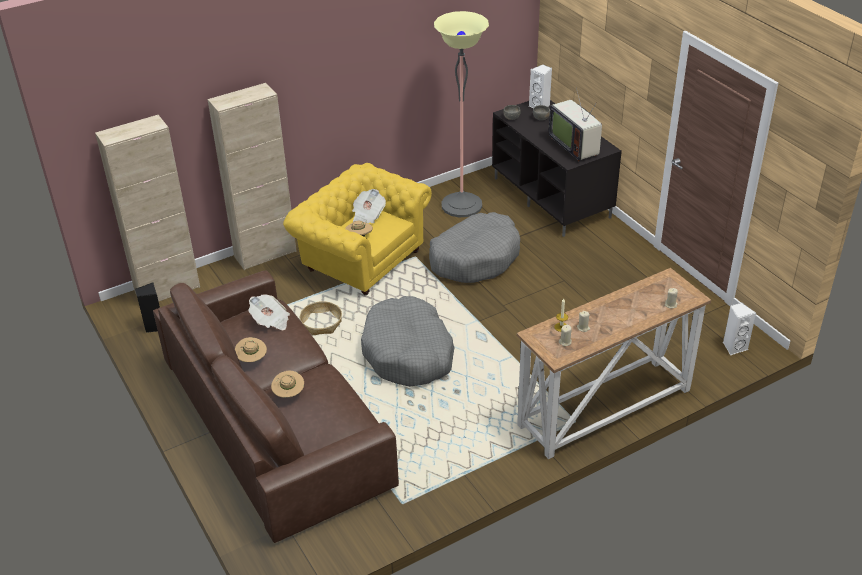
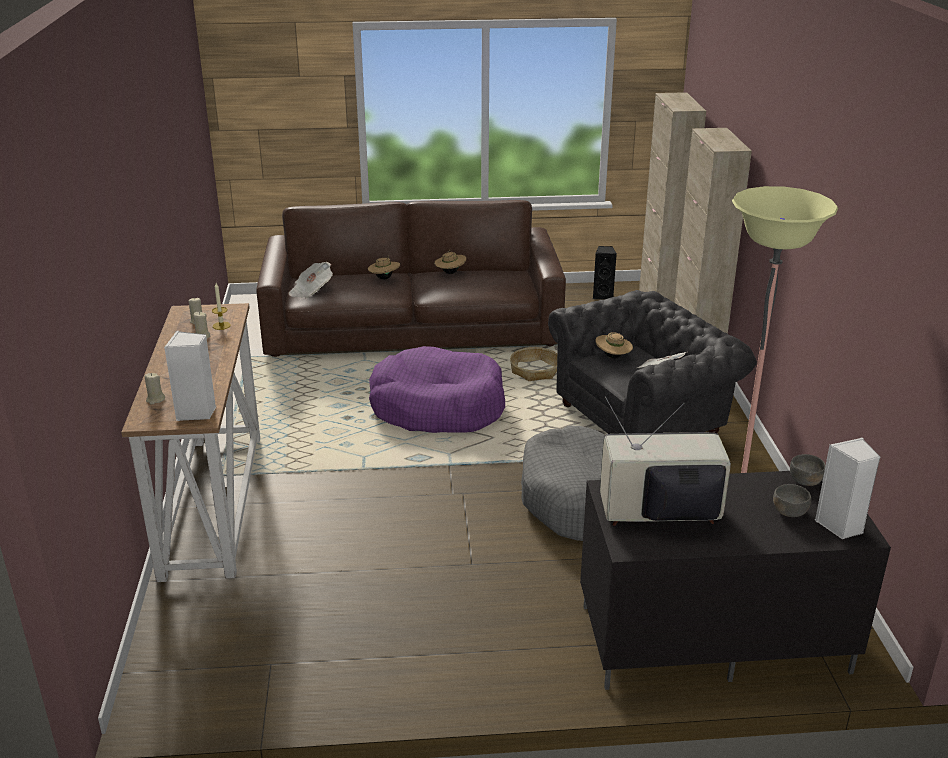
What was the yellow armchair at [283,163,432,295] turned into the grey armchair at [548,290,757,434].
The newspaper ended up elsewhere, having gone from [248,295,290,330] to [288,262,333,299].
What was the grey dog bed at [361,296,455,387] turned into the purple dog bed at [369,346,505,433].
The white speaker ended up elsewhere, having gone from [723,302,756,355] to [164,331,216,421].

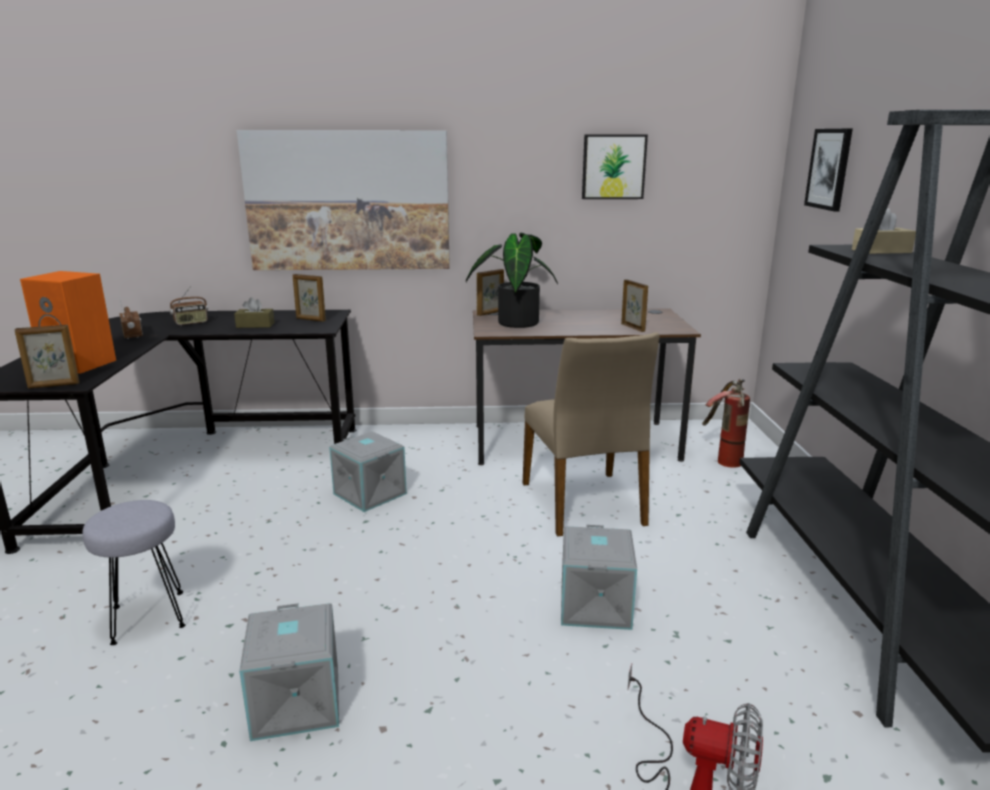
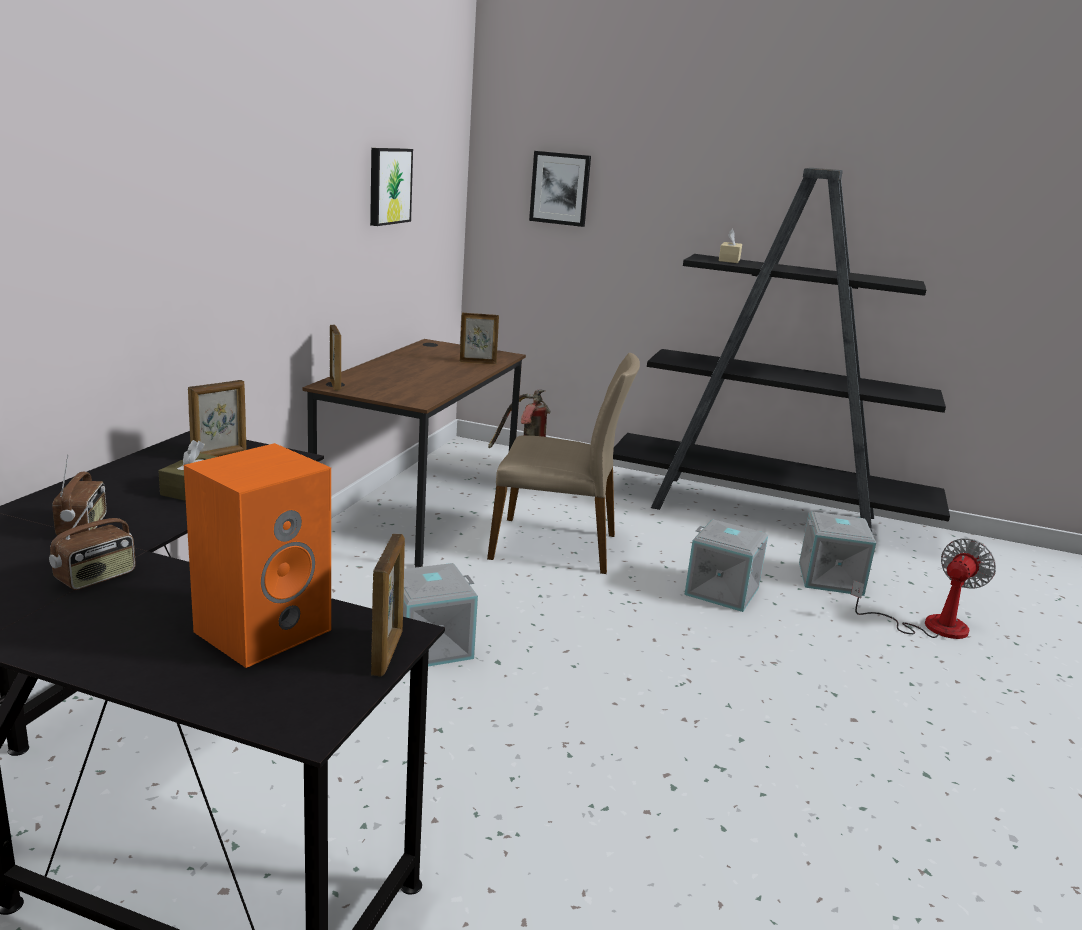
The second view lost the picture at [237,130,450,270].
The second view lost the potted plant at [466,233,558,328].
The radio at [119,299,143,339] ended up facing another way, 135 degrees clockwise from before.
The second view lost the grey stool at [82,500,186,645].
The grey storage box ended up elsewhere, having gone from [239,603,339,741] to [799,512,877,596].

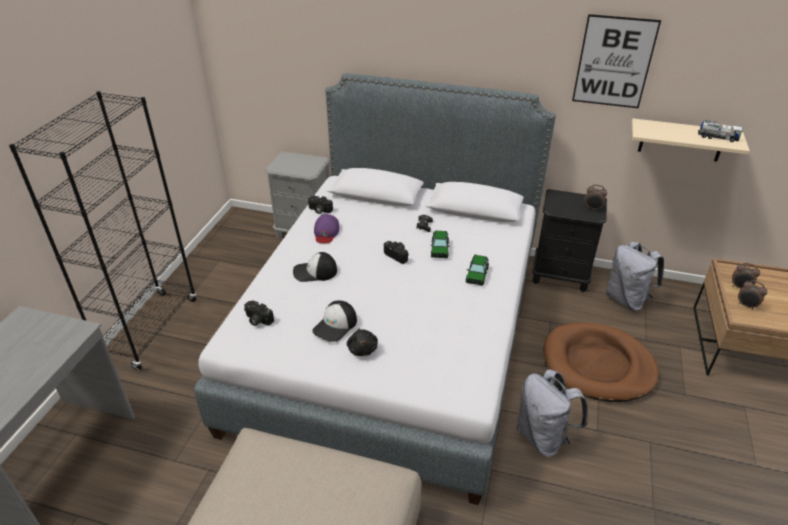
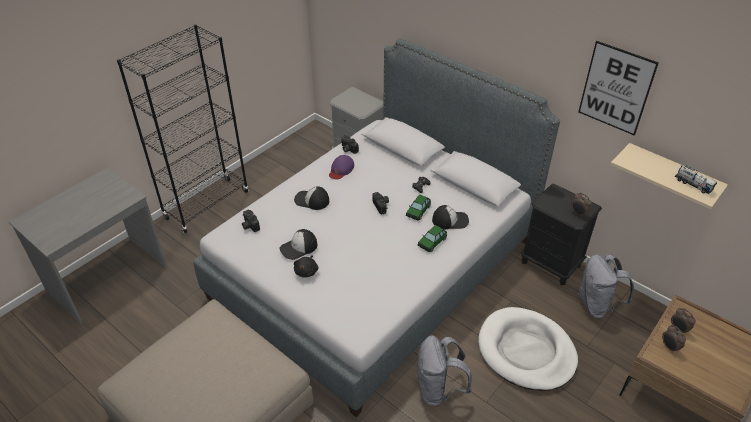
What was the brown dog bed at [544,323,659,402] turned into the white dog bed at [478,307,578,391].
The second view gained the cap at [432,205,469,229].

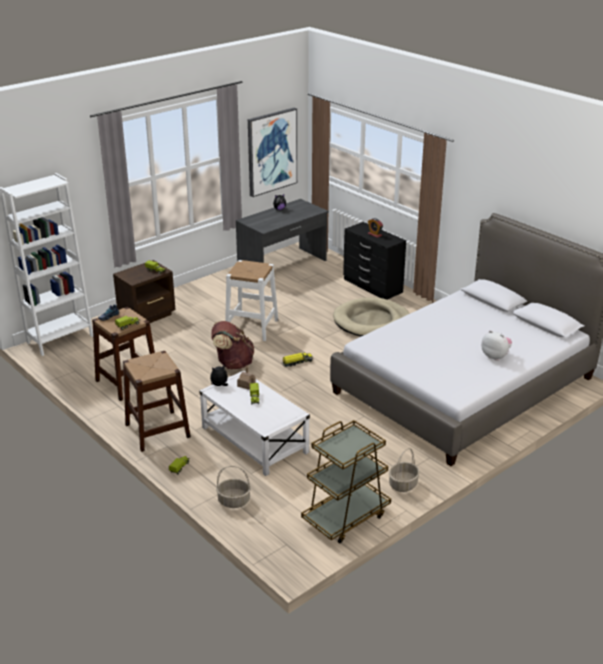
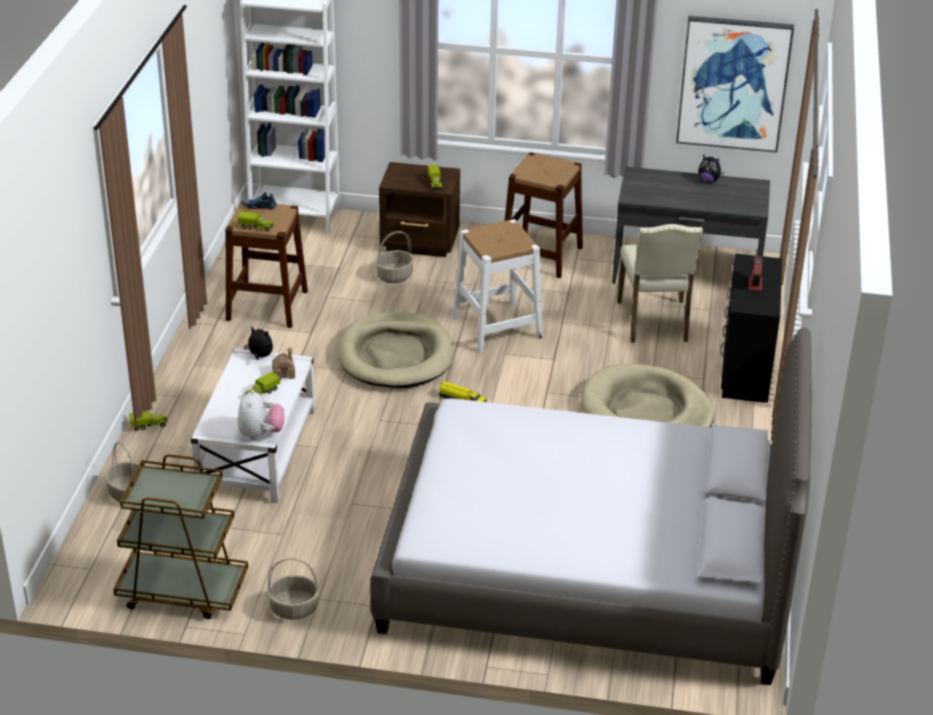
Where the brown backpack stood at [211,321,254,369], the beige dog bed came to stand at [338,312,454,388].
The plush toy ended up elsewhere, having gone from [481,330,512,361] to [237,389,285,440].
The brown stool ended up elsewhere, having gone from [123,351,191,452] to [504,152,583,278].
The second view gained the beige chair at [617,224,703,343].
The second view gained the basket at [375,231,414,283].

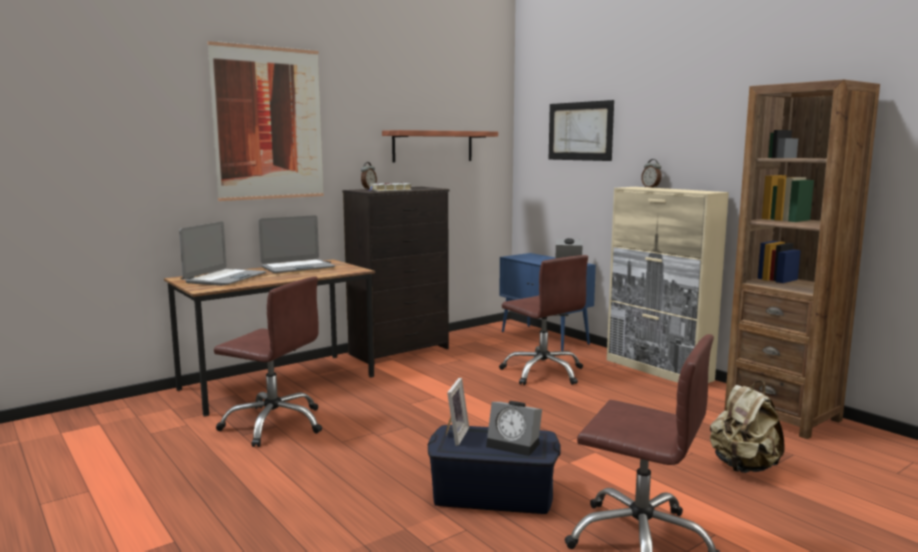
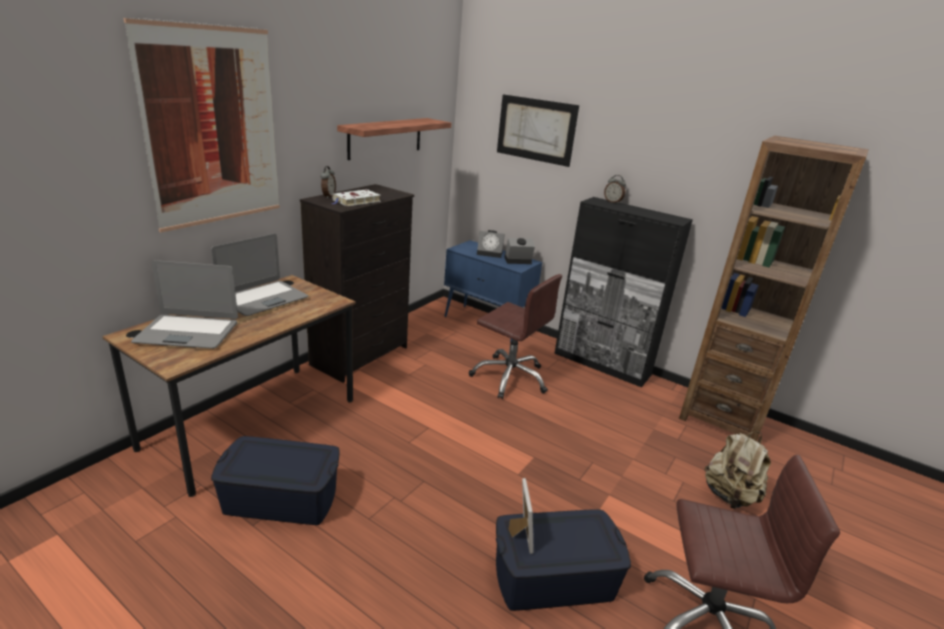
What was the beige cabinet at [607,187,729,383] turned into the black cabinet at [554,197,693,387].
The laptop at [179,222,266,286] ended up facing another way, 90 degrees clockwise from before.
Where the brown office chair stood at [214,276,322,447], the blue storage box came to stand at [211,436,340,525].
The alarm clock ended up elsewhere, having gone from [486,401,542,456] to [477,230,505,258].

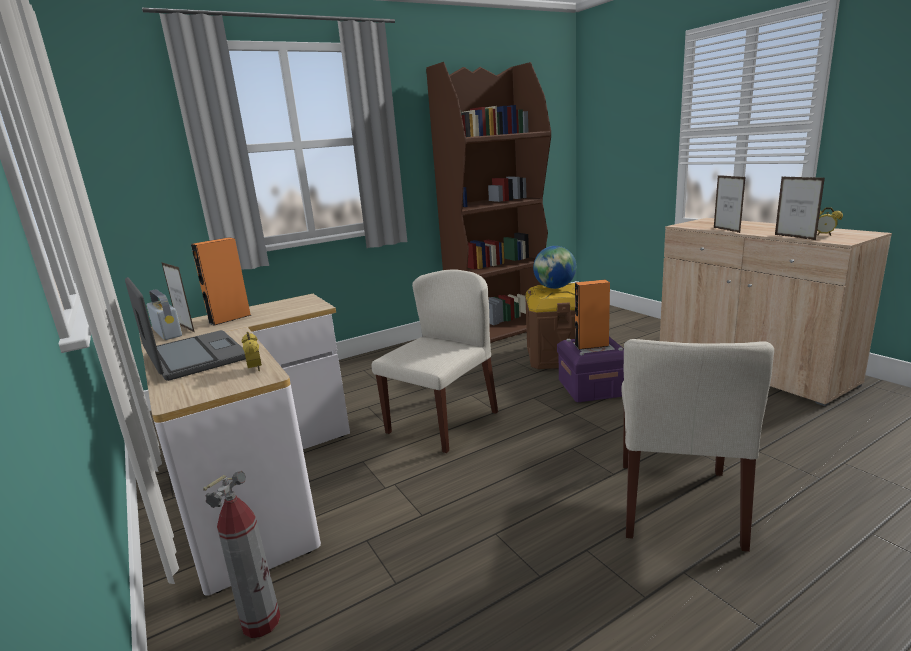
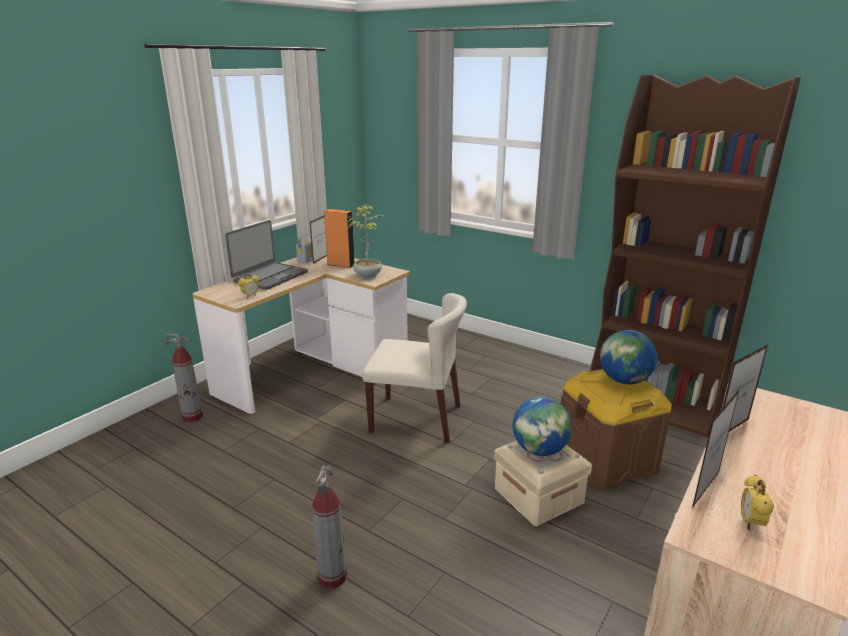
Where the orange speaker stood at [575,280,610,350], the globe came to stand at [512,396,572,456].
What was the purple storage box at [557,337,624,403] turned into the beige storage box at [494,441,592,526].
Where the beige chair stood at [622,339,774,552], the fire extinguisher came to stand at [312,465,347,589].
The second view gained the potted plant at [346,204,384,278].

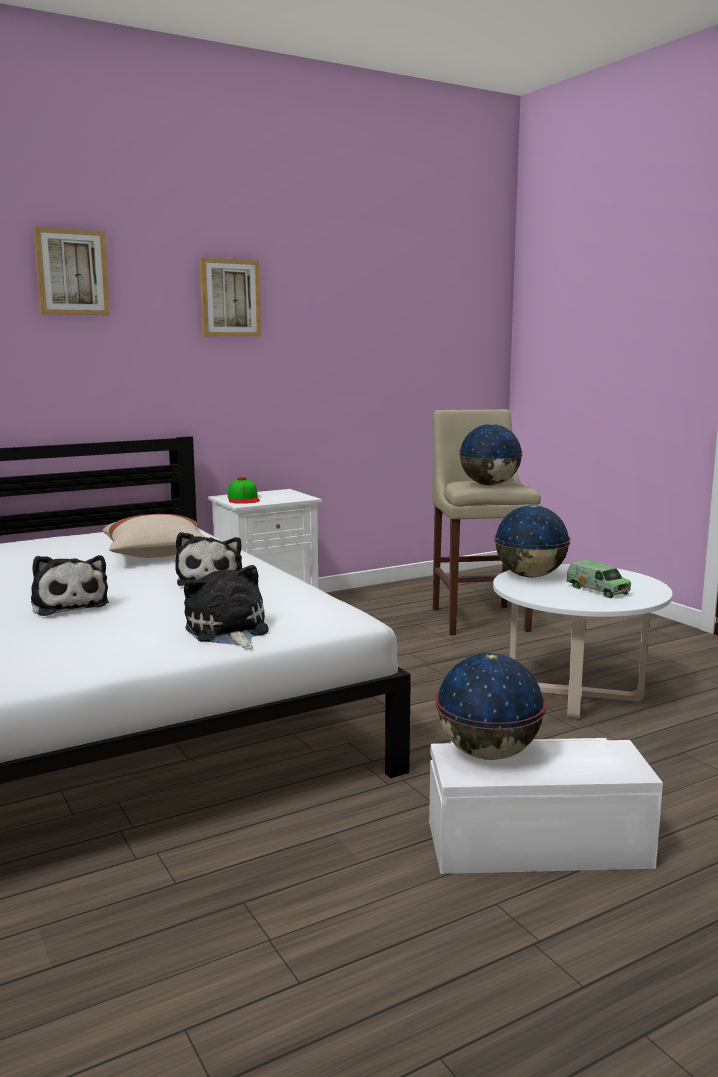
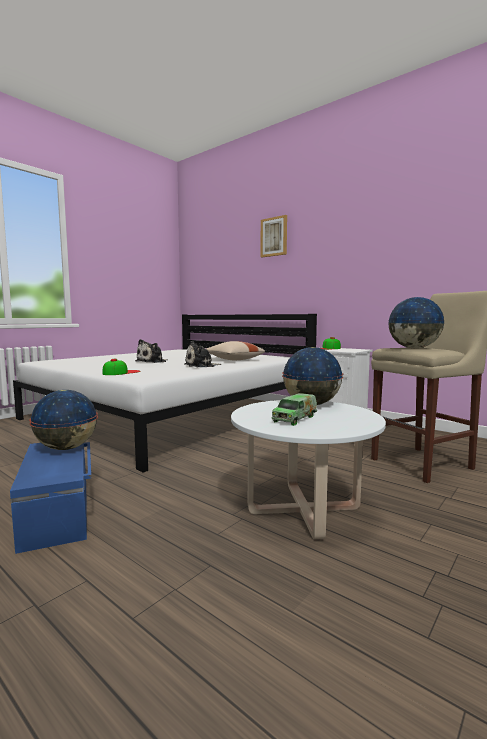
The second view lost the picture at [199,258,261,337].
Where the plush toy stood at [184,565,269,649], the cap came to stand at [102,359,141,375].
What was the white storage box at [429,738,663,874] turned into the blue storage box at [10,442,91,554].

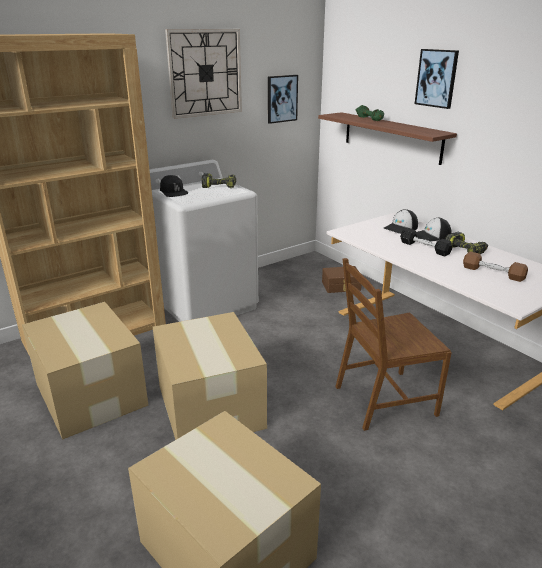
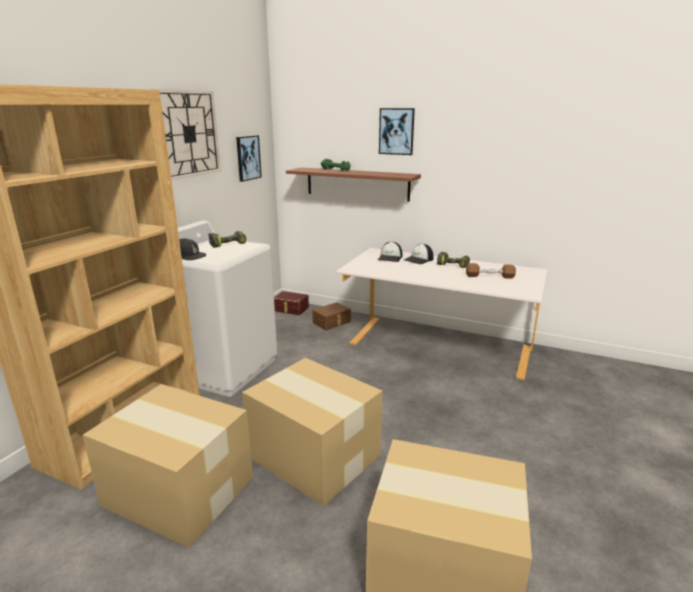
The second view lost the black dumbbell at [400,228,452,256].
The second view lost the brown chair at [335,258,452,431].
The second view gained the brown storage box at [274,291,309,315].

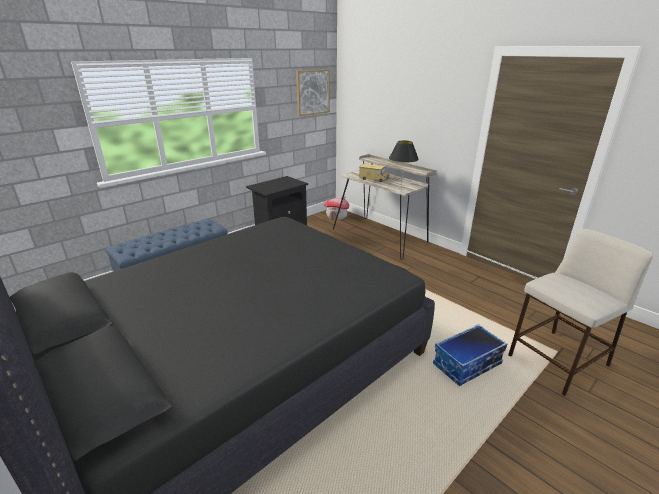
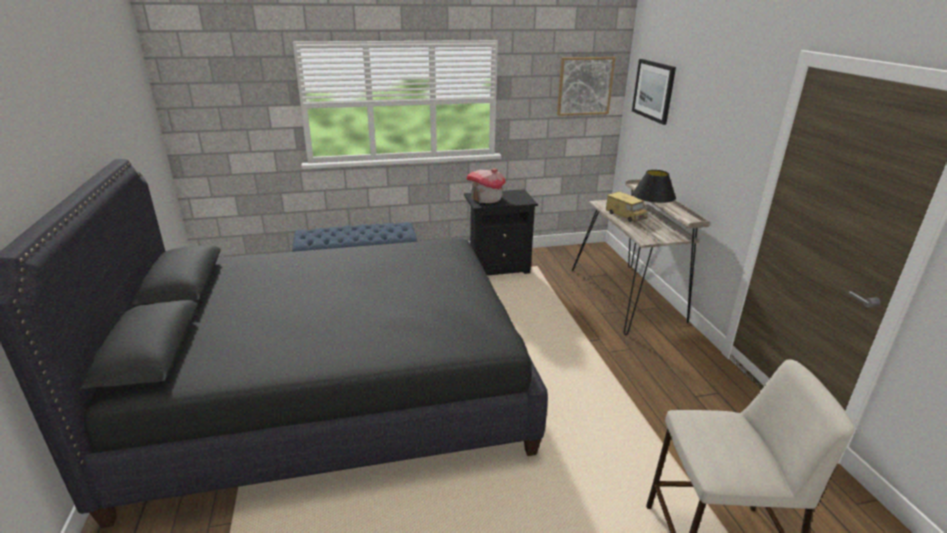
The toy house ended up elsewhere, having gone from [324,197,349,220] to [466,169,505,203].
The second view lost the storage box at [433,324,507,386].
The second view gained the picture at [632,59,676,125].

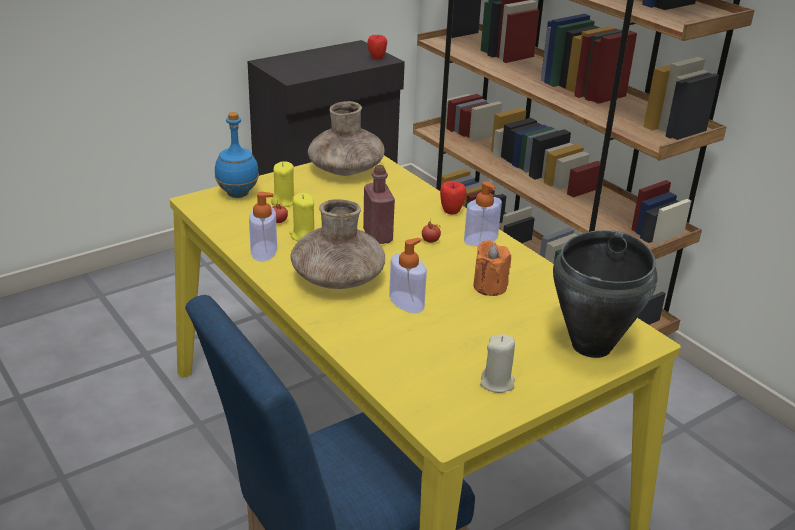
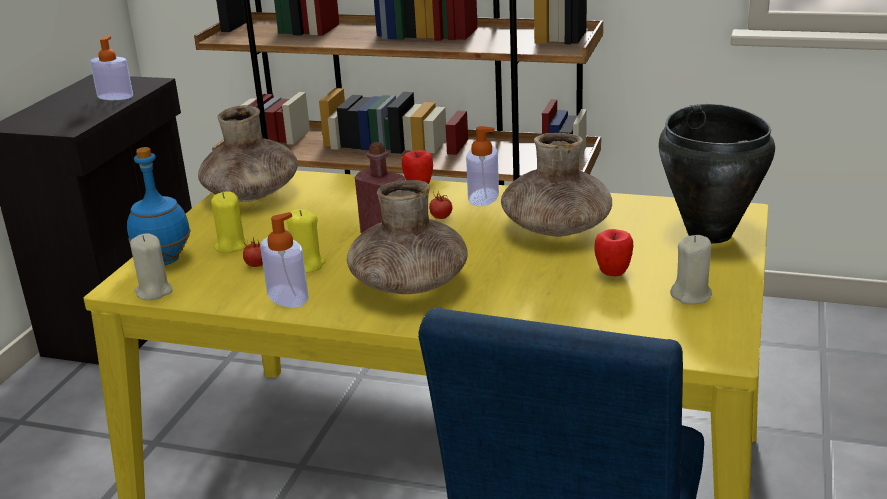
The apple ended up elsewhere, having gone from [367,35,387,60] to [595,229,633,276].
The soap dispenser ended up elsewhere, having gone from [389,238,427,313] to [90,36,133,100].
Where the orange candle stood at [473,240,511,296], the brown vase came to stand at [501,133,612,237].
The second view gained the beige candle at [130,233,173,301].

